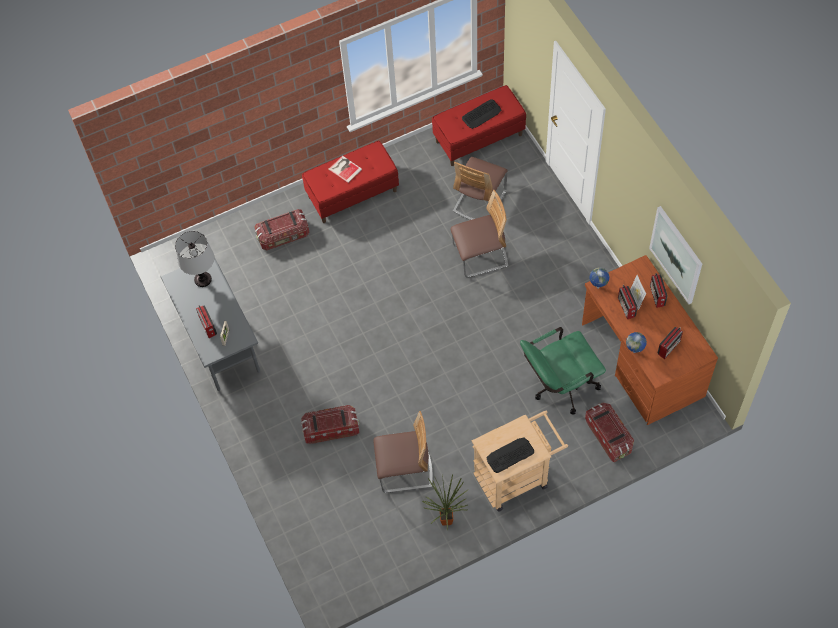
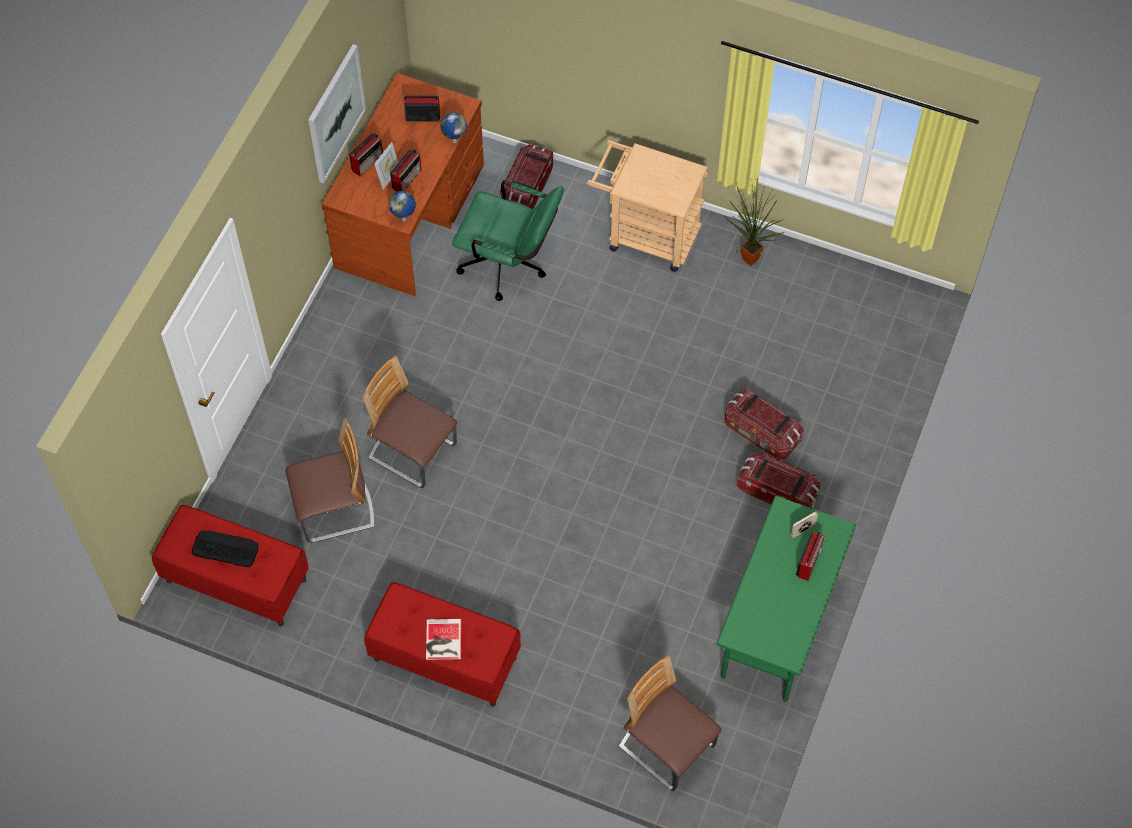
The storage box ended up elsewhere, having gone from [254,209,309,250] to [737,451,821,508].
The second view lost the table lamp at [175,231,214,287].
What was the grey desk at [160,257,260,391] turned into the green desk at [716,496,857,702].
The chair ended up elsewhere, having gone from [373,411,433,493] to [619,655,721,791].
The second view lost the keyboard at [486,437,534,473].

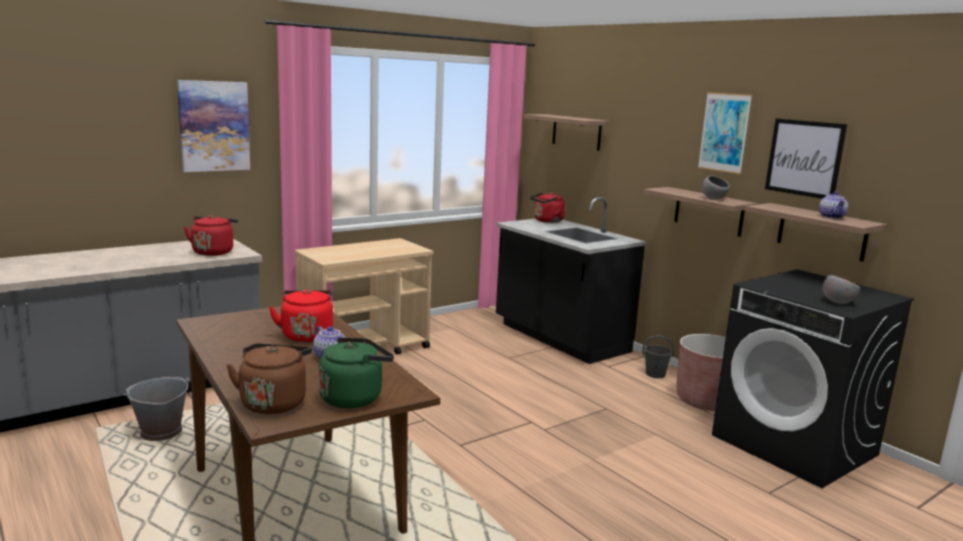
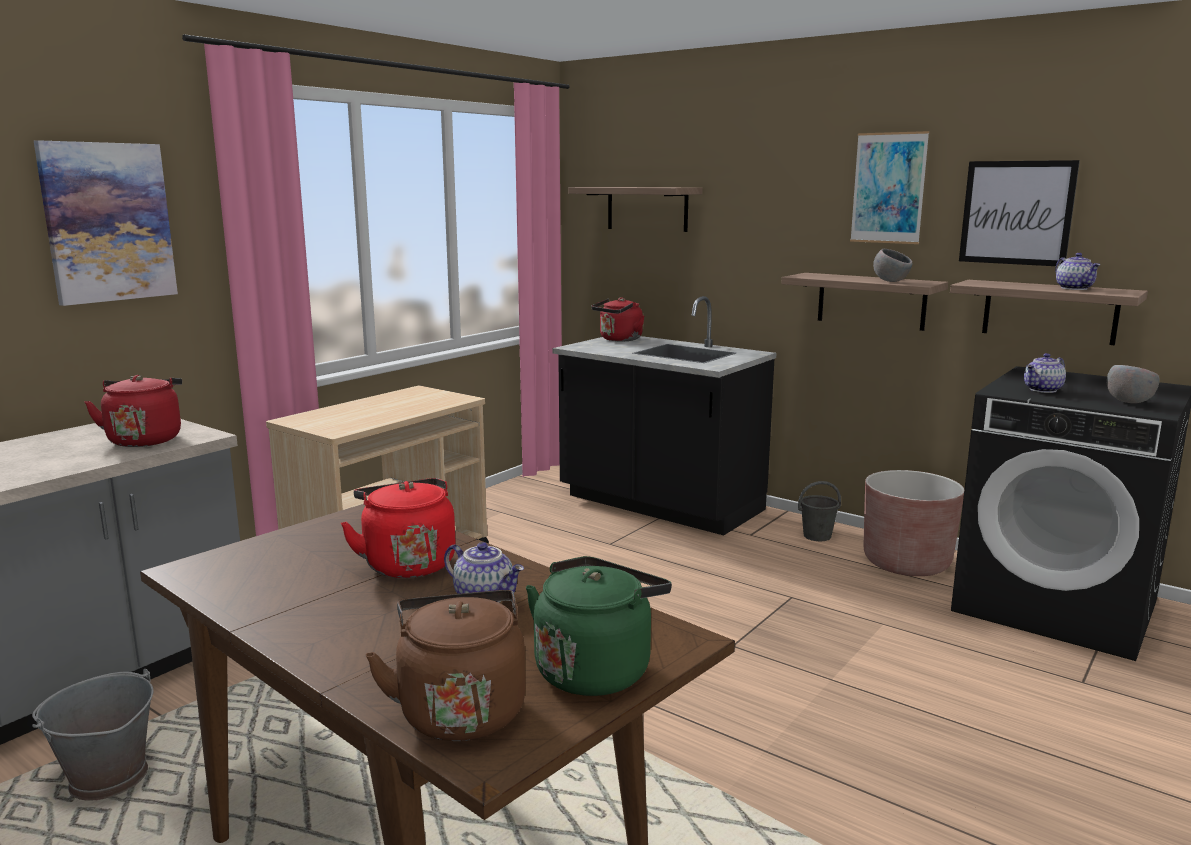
The second view gained the teapot at [1024,353,1066,393].

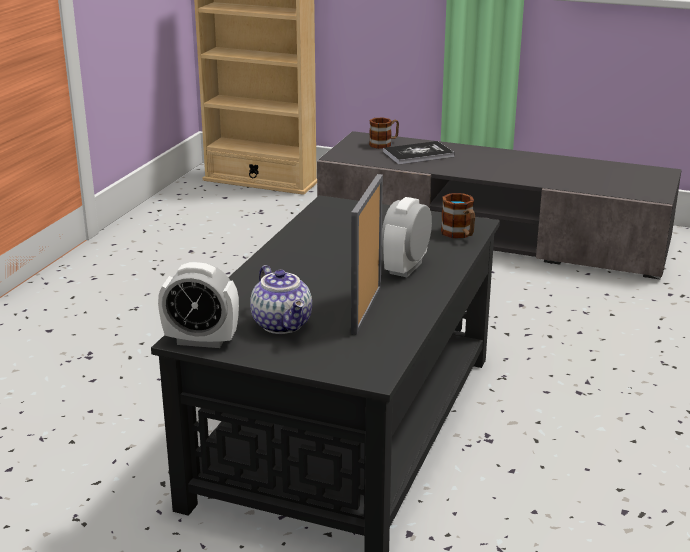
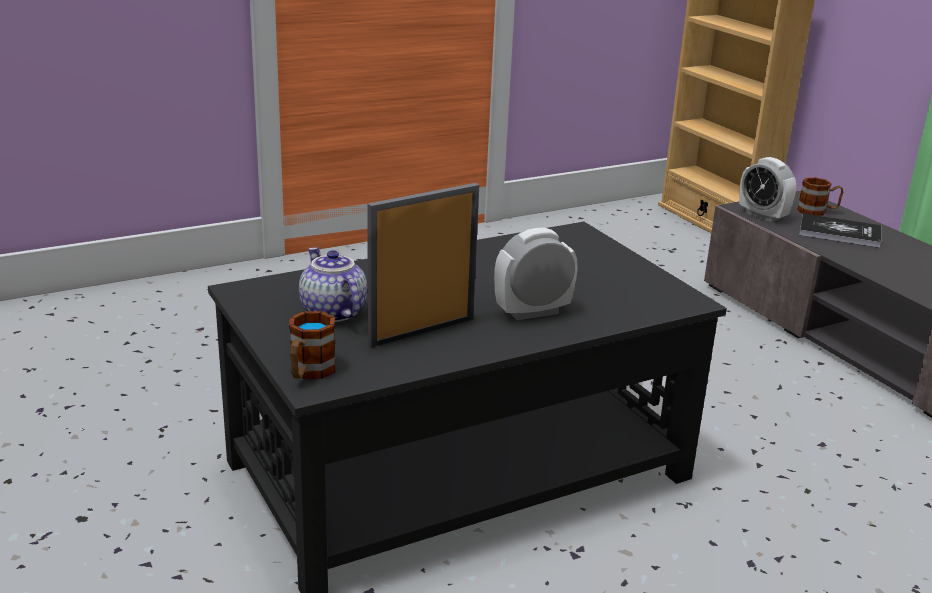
The mug ended up elsewhere, having gone from [441,193,475,238] to [289,311,336,379].
The alarm clock ended up elsewhere, having gone from [158,262,239,348] to [739,157,796,222].
The teapot at [250,265,312,334] ended up facing another way, 135 degrees clockwise from before.

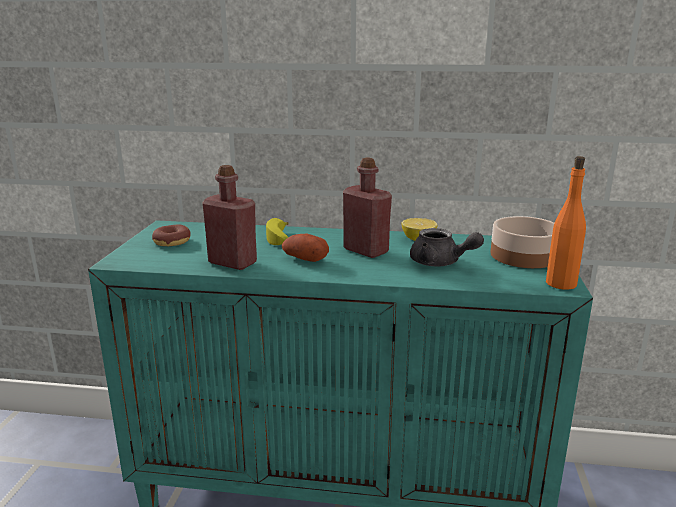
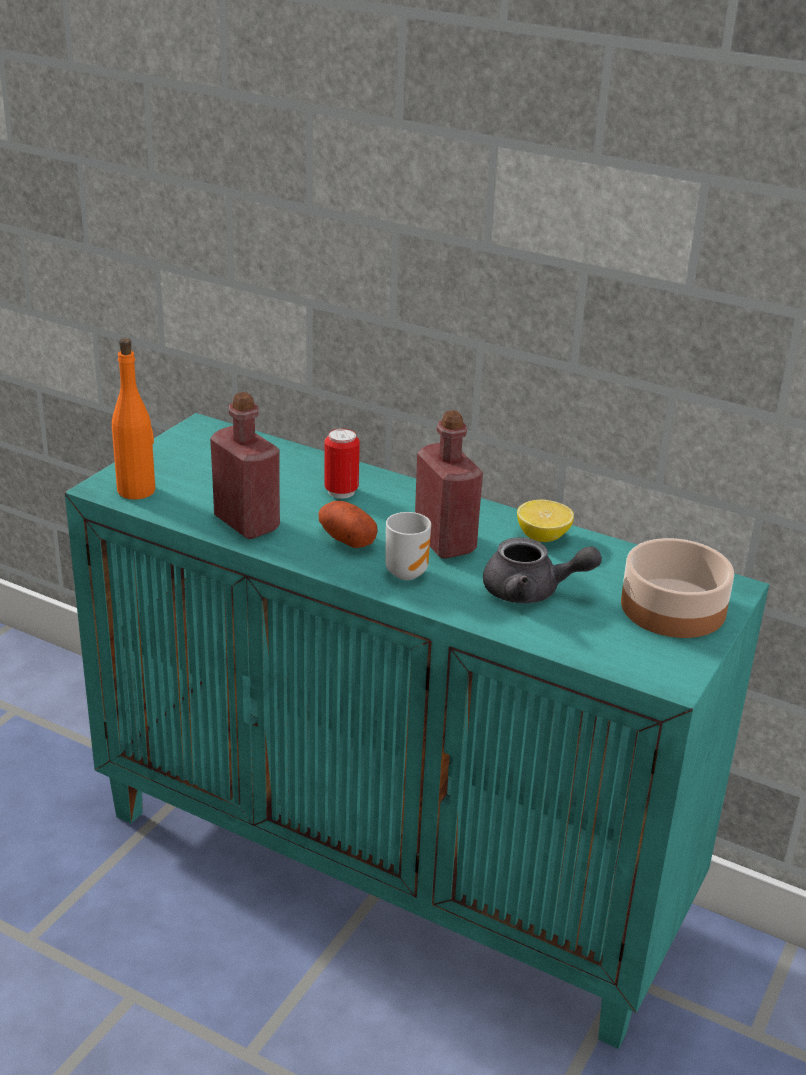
The orange bottle ended up elsewhere, having gone from [546,156,586,290] to [112,338,155,500].
Where the banana stood at [266,218,289,245], the can came to stand at [324,428,360,499].
The second view lost the donut at [152,225,191,246].
The grey teapot at [410,228,484,267] ended up facing another way, 45 degrees counterclockwise from before.
The second view gained the mug at [385,512,431,580].

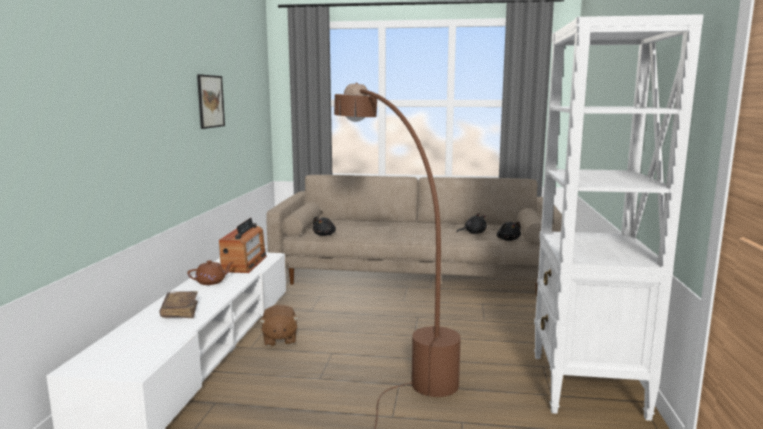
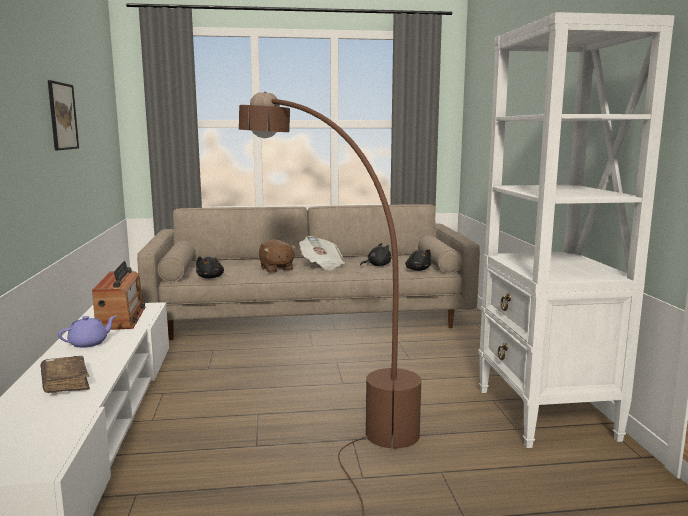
What was the brown teapot at [187,260,233,285] turned into the purple teapot at [58,316,116,348].
The brown plush toy ended up elsewhere, having gone from [259,304,299,346] to [259,239,296,273].
The second view gained the newspaper at [299,236,345,270].

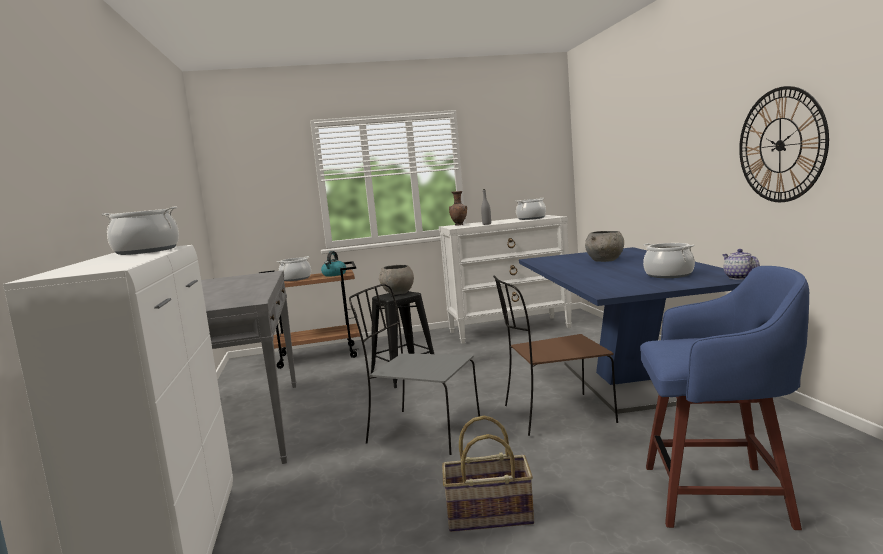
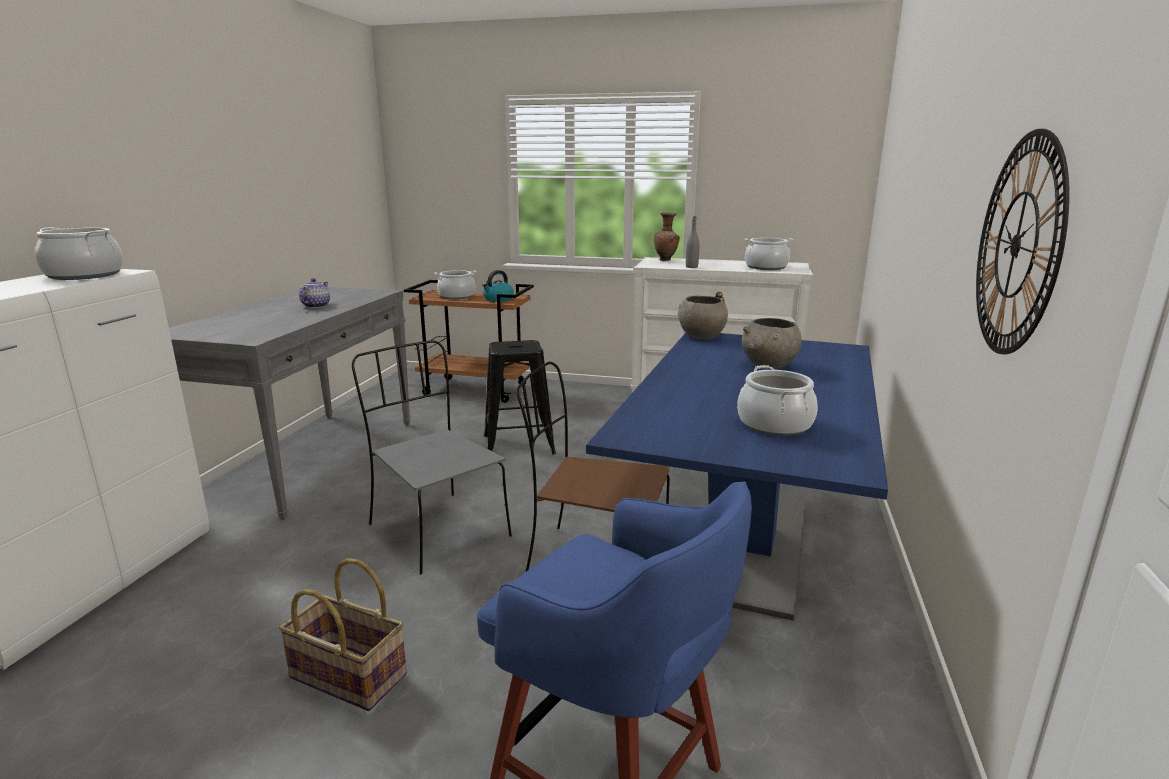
The teapot ended up elsewhere, having gone from [722,249,760,280] to [299,278,330,308].
The grey bowl ended up elsewhere, having gone from [379,265,414,295] to [678,296,728,340].

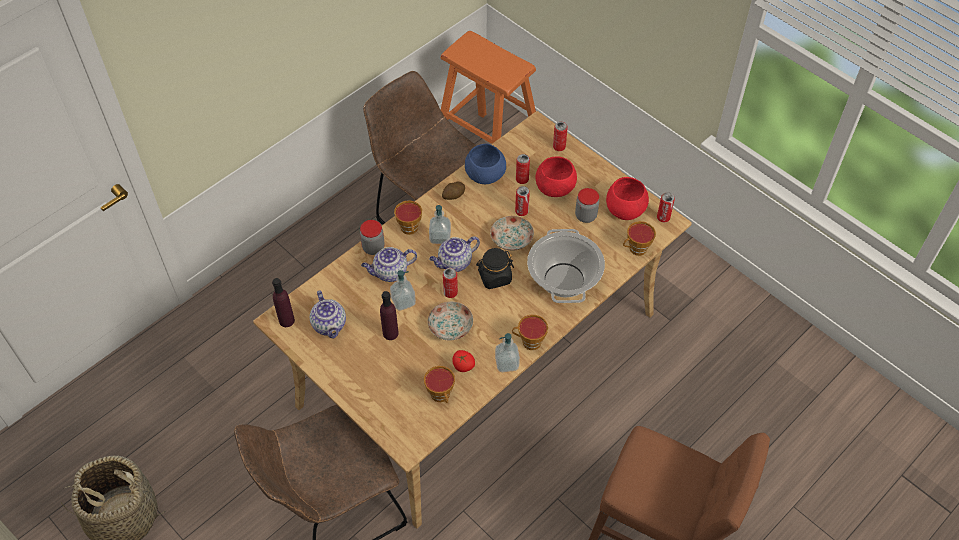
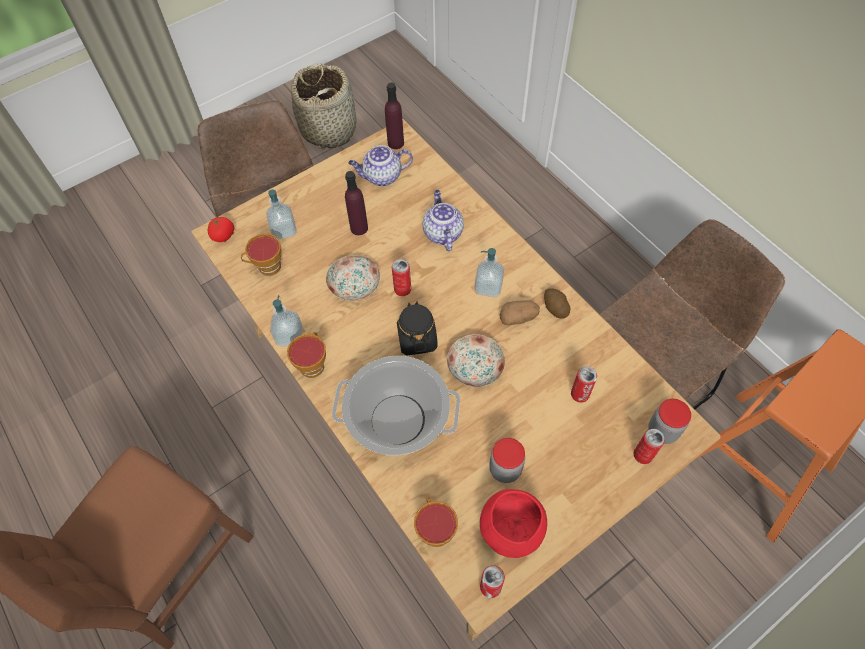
The second view lost the blue bowl at [465,144,506,184].
The second view lost the red bowl at [536,156,577,197].
The second view lost the can at [515,186,530,216].
The second view lost the cup at [394,201,422,235].
The jar ended up elsewhere, having gone from [360,220,385,255] to [648,399,691,444].
The second view lost the teapot at [429,236,480,272].
The soap dispenser ended up elsewhere, having gone from [390,270,416,311] to [266,190,297,239].
The tomato ended up elsewhere, having gone from [452,350,475,372] to [207,217,234,242].
The second view gained the potato at [500,300,540,325].

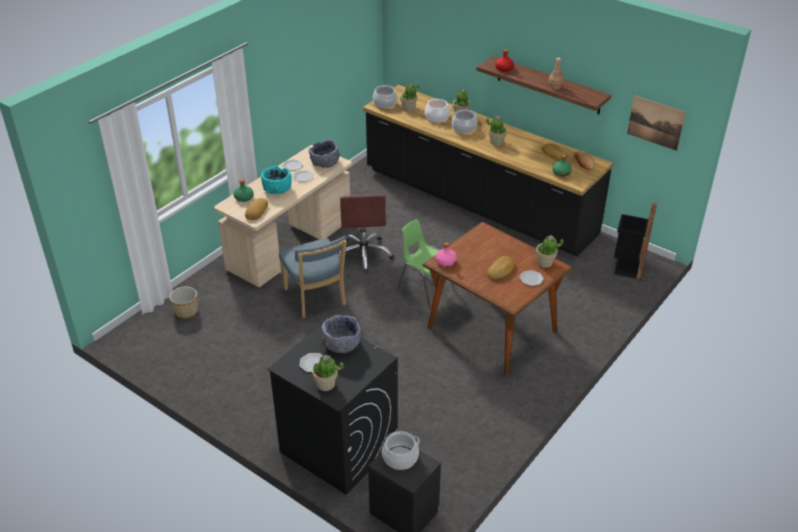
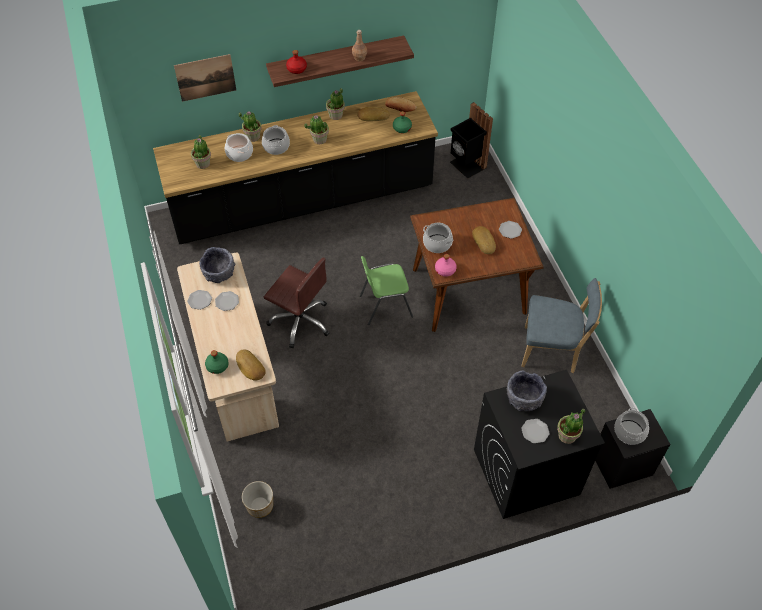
The cooking pot ended up elsewhere, having gone from [373,85,397,108] to [423,223,453,253].
The picture ended up elsewhere, having gone from [627,95,686,151] to [174,54,236,102].
The second view lost the turquoise bowl at [261,166,292,194].
The potted plant ended up elsewhere, having gone from [536,235,564,268] to [326,88,345,120].
The blue chair ended up elsewhere, having gone from [279,236,347,318] to [521,278,602,373].

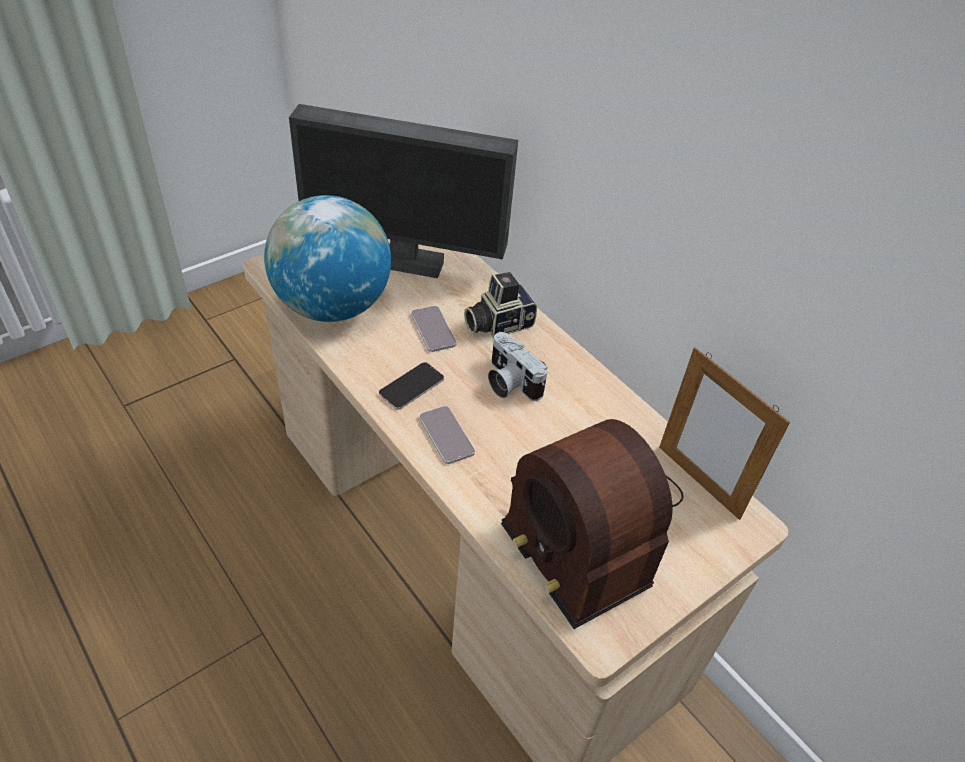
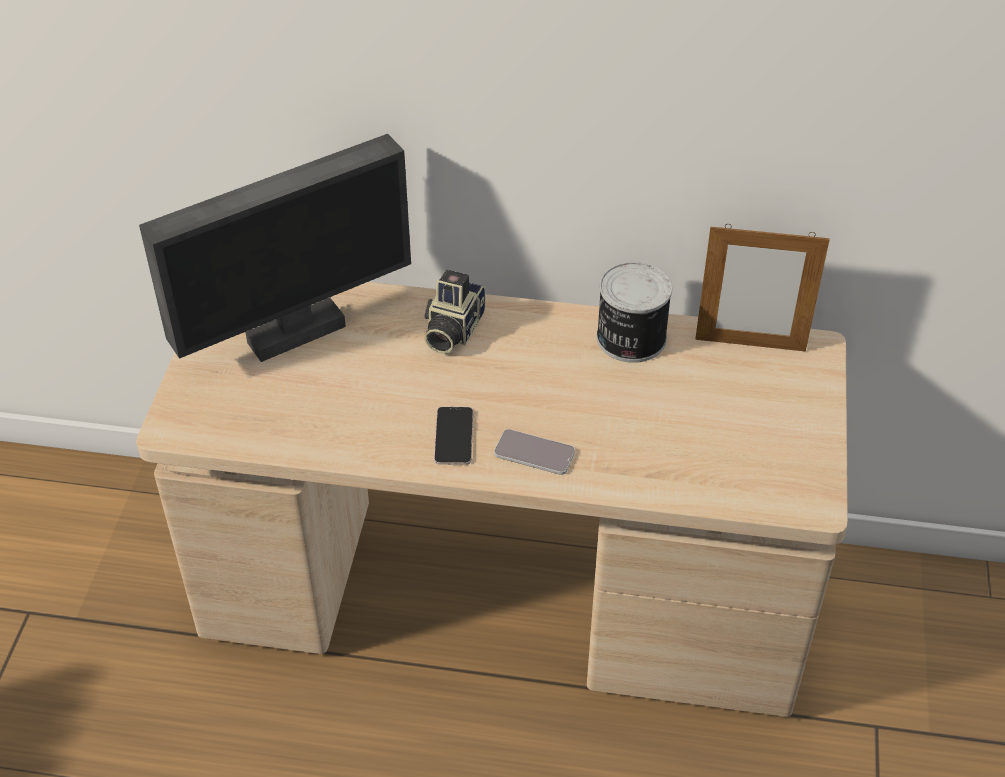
The second view lost the globe at [264,195,391,322].
The second view lost the phone at [411,306,457,352].
The second view lost the photo camera at [488,332,547,401].
The second view lost the radio at [501,419,683,629].
The second view gained the can at [597,262,672,363].

